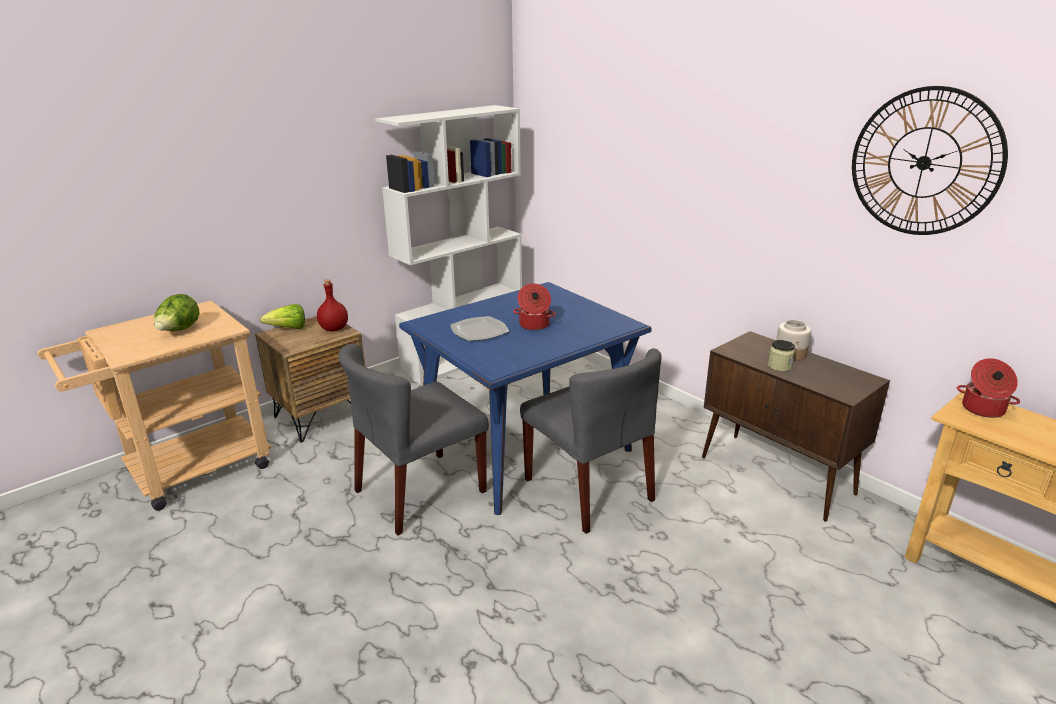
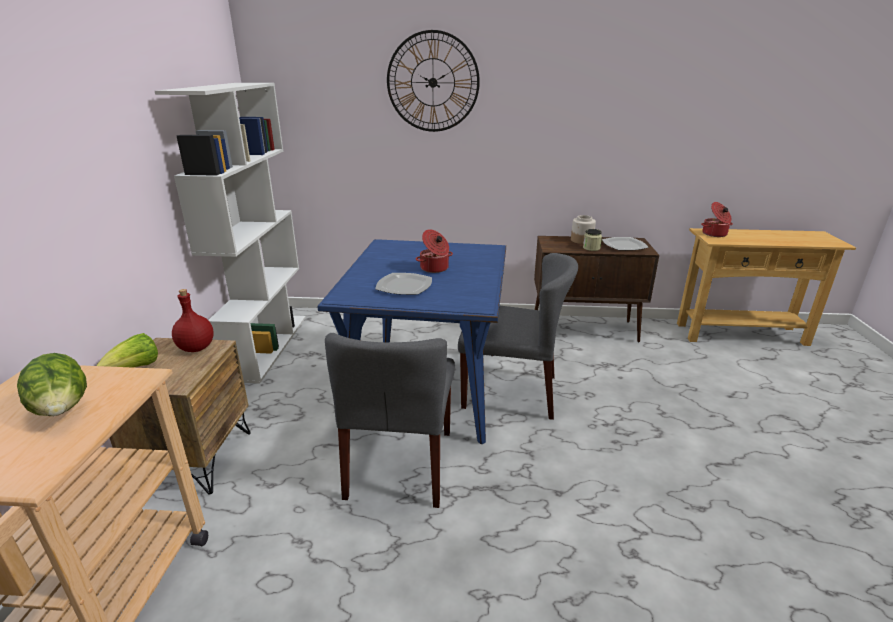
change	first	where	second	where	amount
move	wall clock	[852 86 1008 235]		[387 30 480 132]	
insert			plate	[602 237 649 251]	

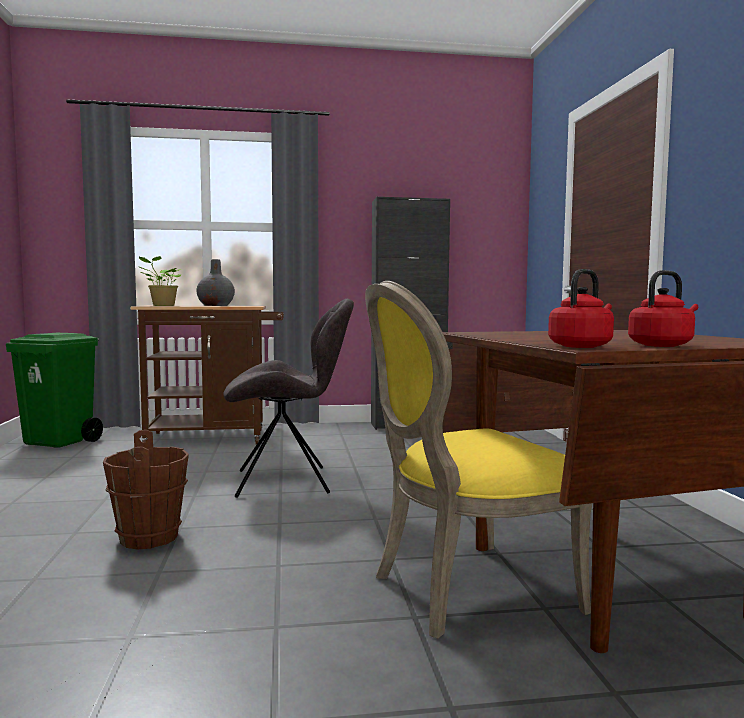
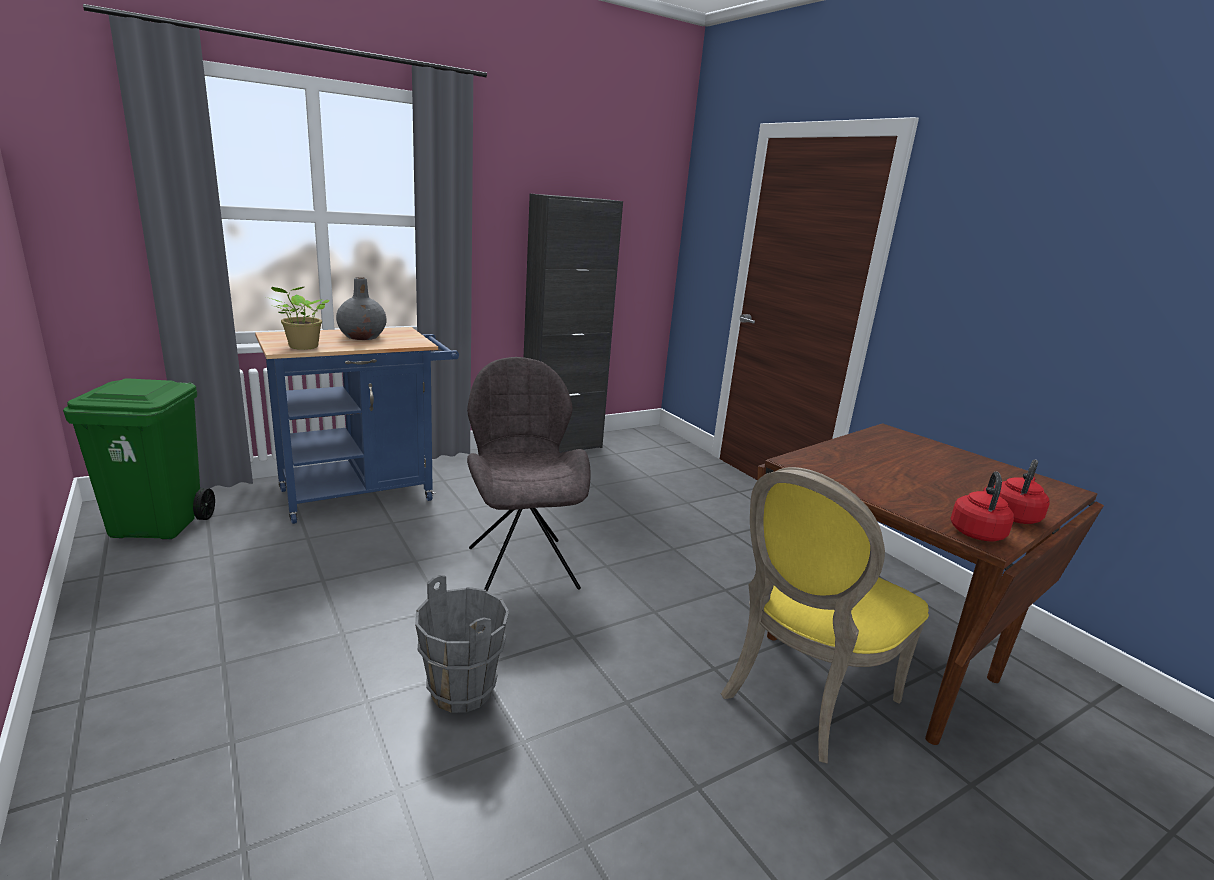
change	first	where	second	where	amount
recolor	brown bucket	[103 430 189 550]	grey bucket	[415 575 509 713]	
recolor	brown cart	[130 305 284 445]	blue cart	[255 327 459 524]	
rotate	grey chair	[223 299 354 498]		[467 357 591 591]	75 degrees counterclockwise

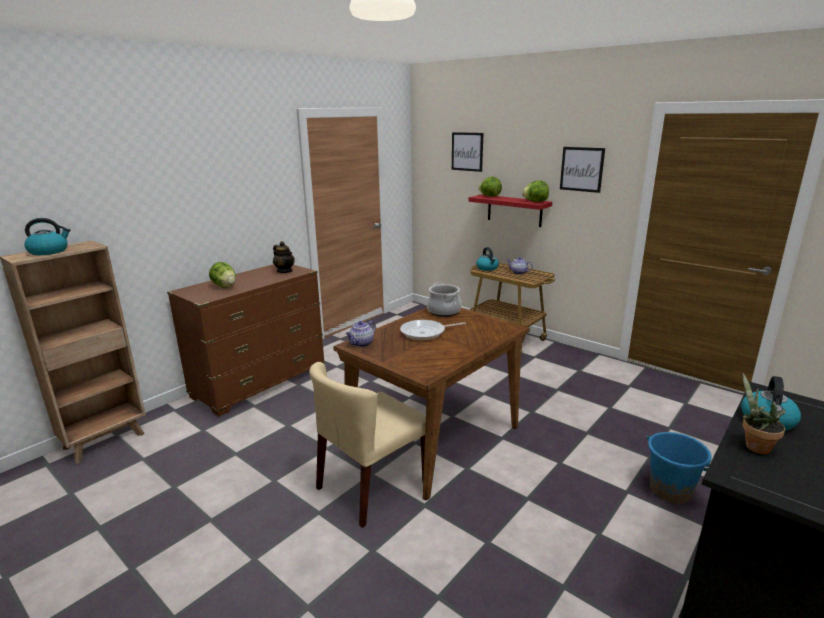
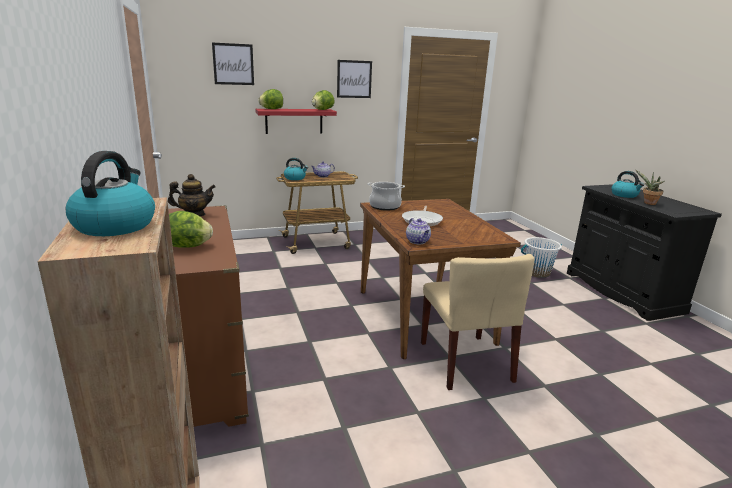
change	first	where	second	where	amount
recolor	blue bucket	[647 432 712 504]	white bucket	[521 237 562 278]	

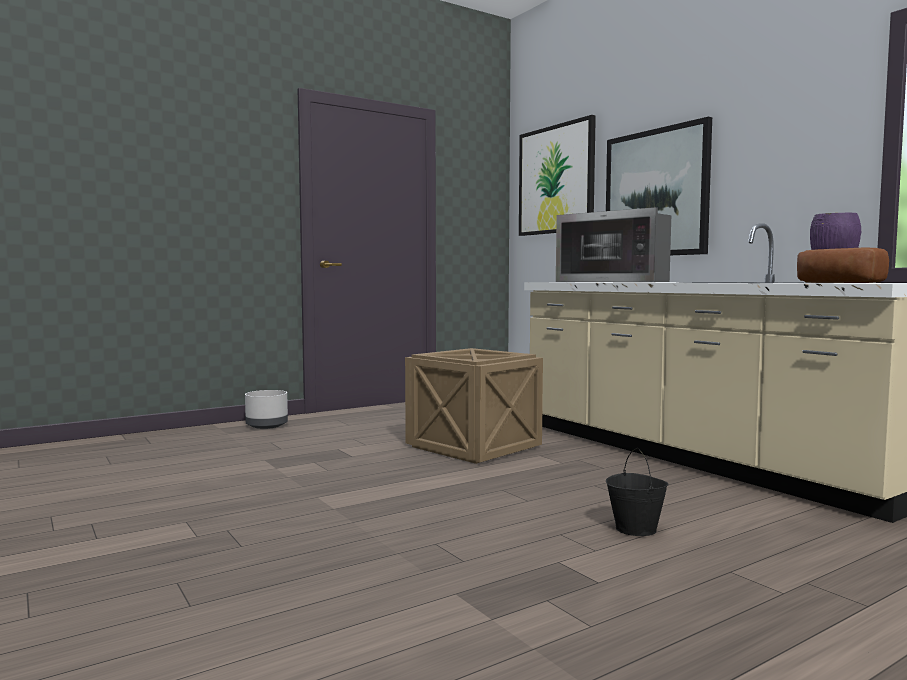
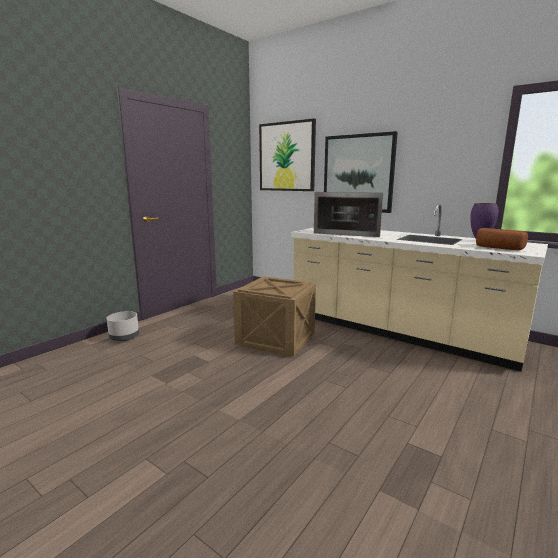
change	first	where	second	where	amount
delete	black bucket	[606 448 669 536]			

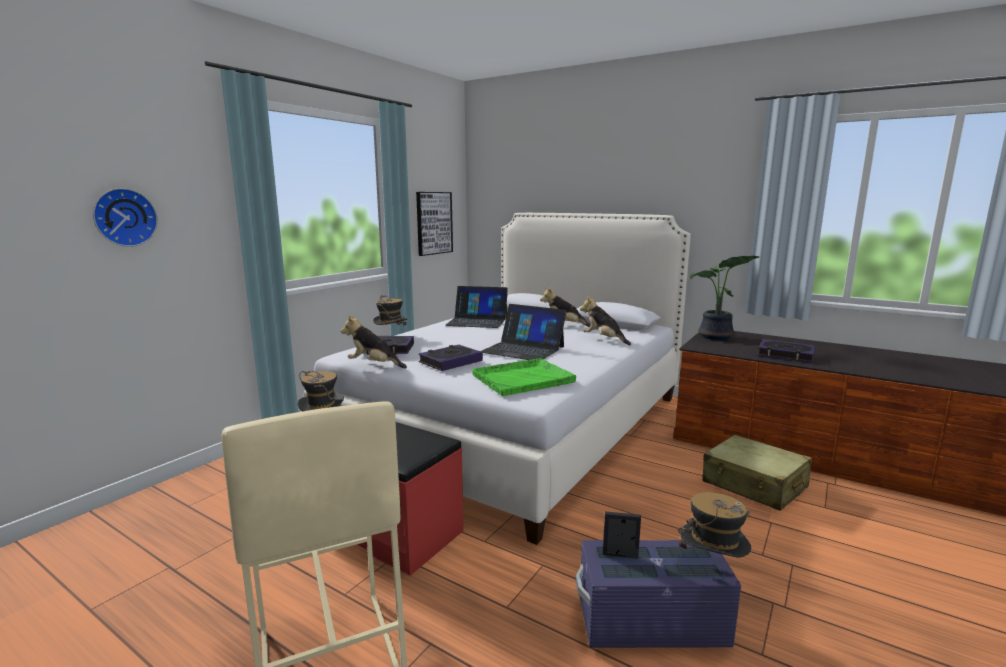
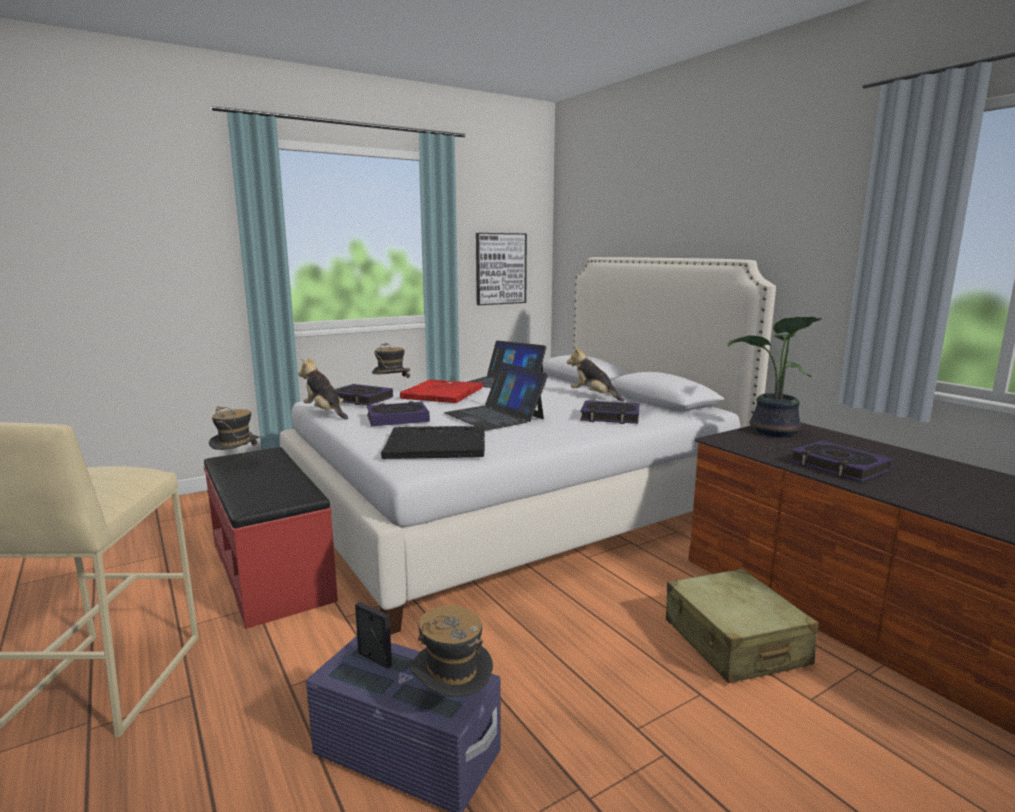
change	first	where	second	where	amount
delete	wall clock	[93 188 158 247]			
recolor	green tray	[472 358 576 396]	black tray	[381 426 485 459]	
replace	plush toy	[580 296 631 345]	book	[580 400 640 424]	
insert			red tray	[400 379 483 403]	

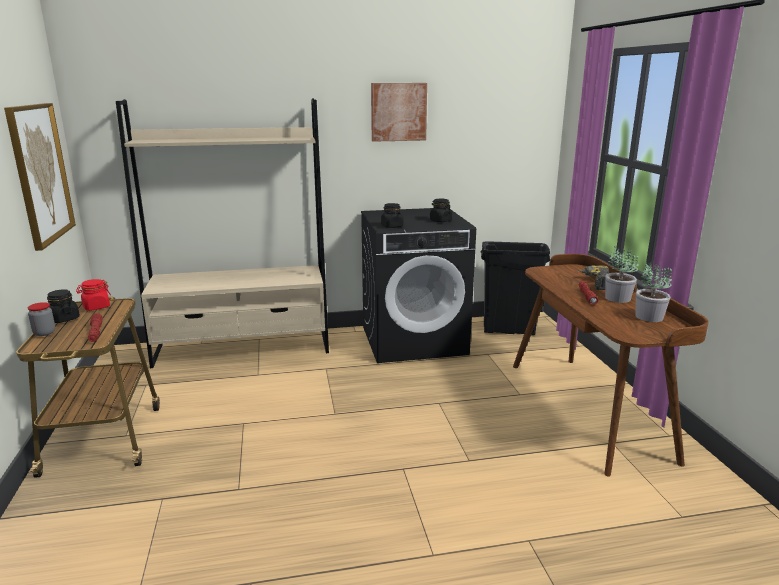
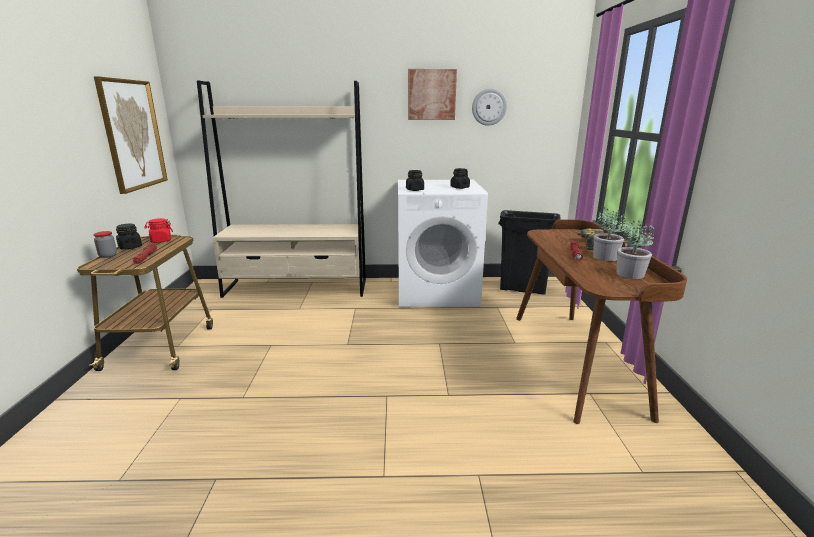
change	first	where	second	where	amount
recolor	black washing machine	[361 208 476 363]	white washing machine	[398 180 488 307]	
insert			wall clock	[472 88 507 126]	

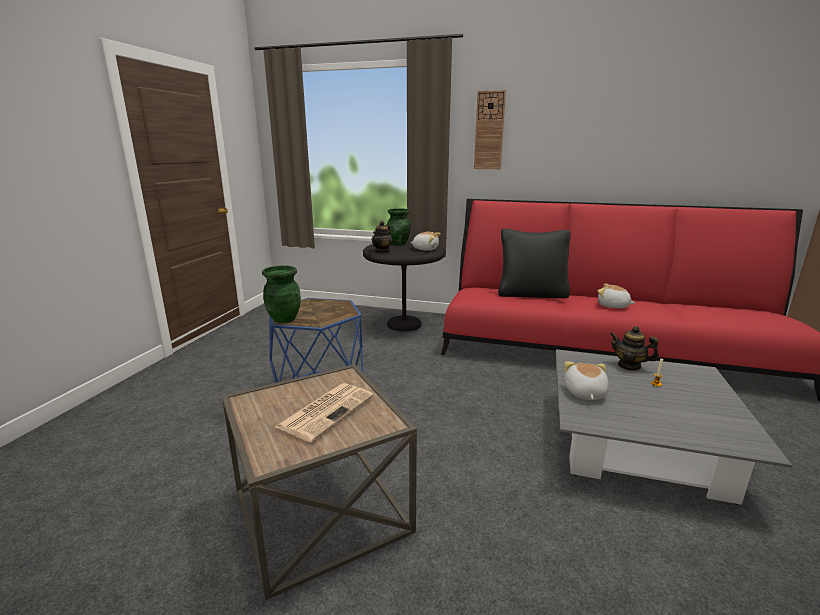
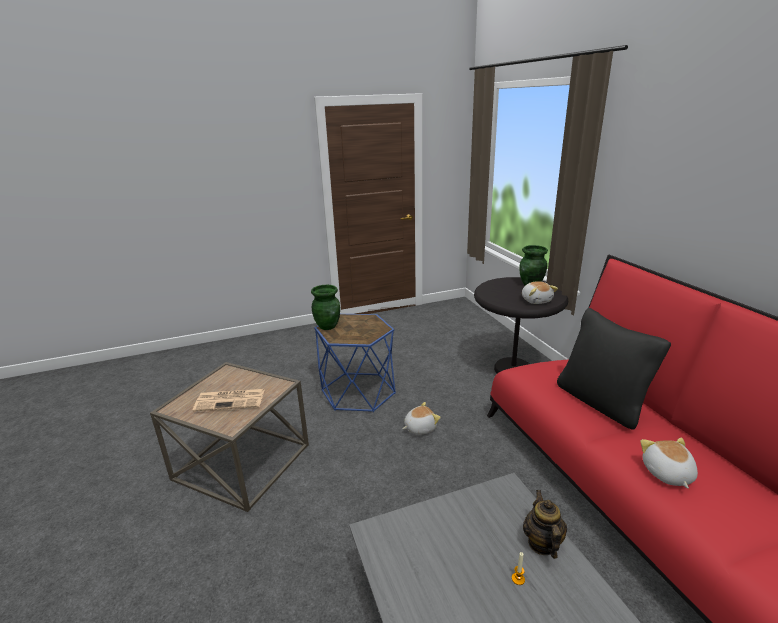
change	first	where	second	where	amount
delete	teapot	[372 221 393 253]			
delete	wall clock	[474 90 506 169]			
move	plush toy	[564 361 609 400]		[403 402 441 435]	

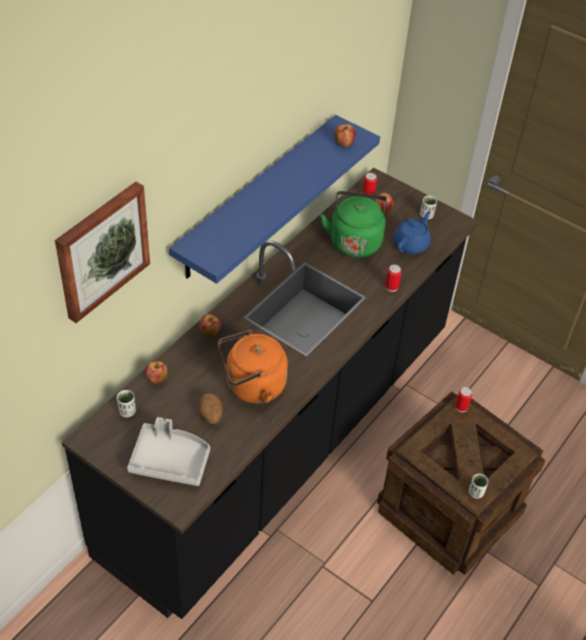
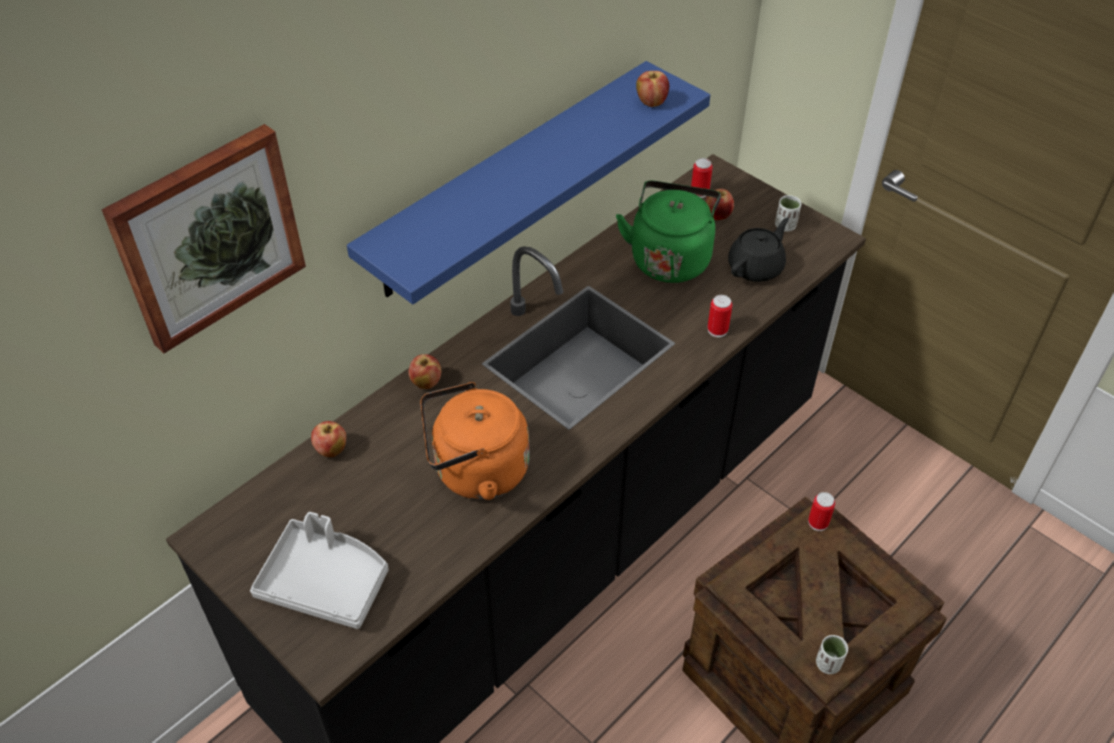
change	first	where	second	where	amount
delete	white cup	[117 390 136 417]			
delete	potato	[199 393 223 424]			
recolor	blue teapot	[393 211 431 254]	black teapot	[728 218 789 282]	

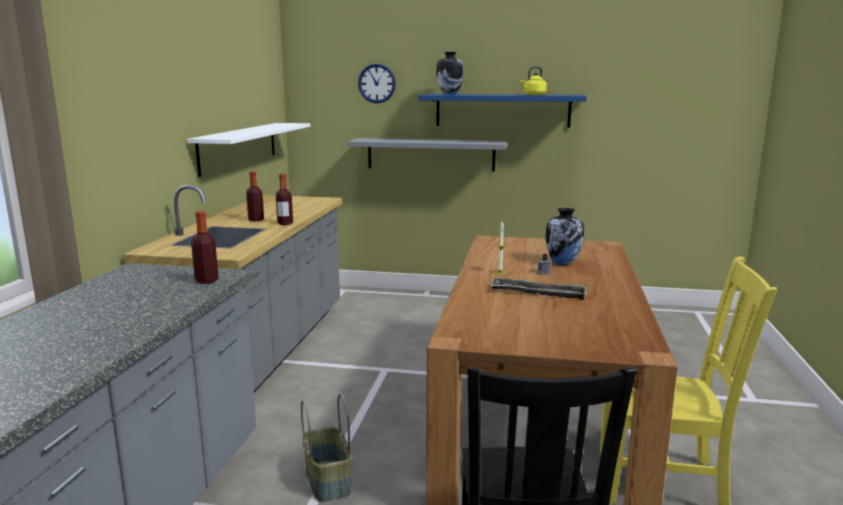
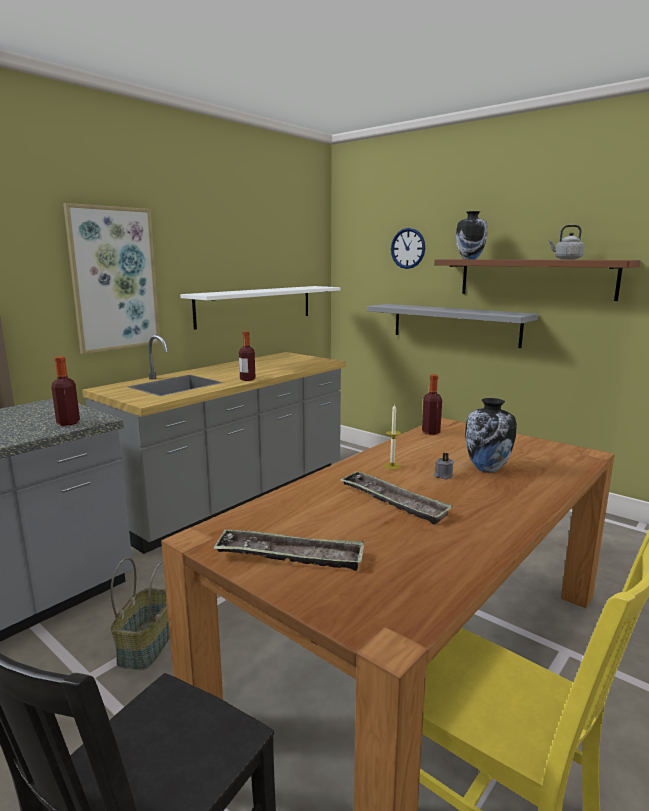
change	first	where	second	where	amount
move	bottle	[246 171 264 221]		[422 374 442 435]	
recolor	blue shelf	[419 94 587 128]	brown shelf	[434 259 641 301]	
recolor	yellow kettle	[520 66 547 95]	grey kettle	[548 225 585 260]	
insert			picture	[63 203 160 354]	
insert			tray	[213 530 365 571]	

